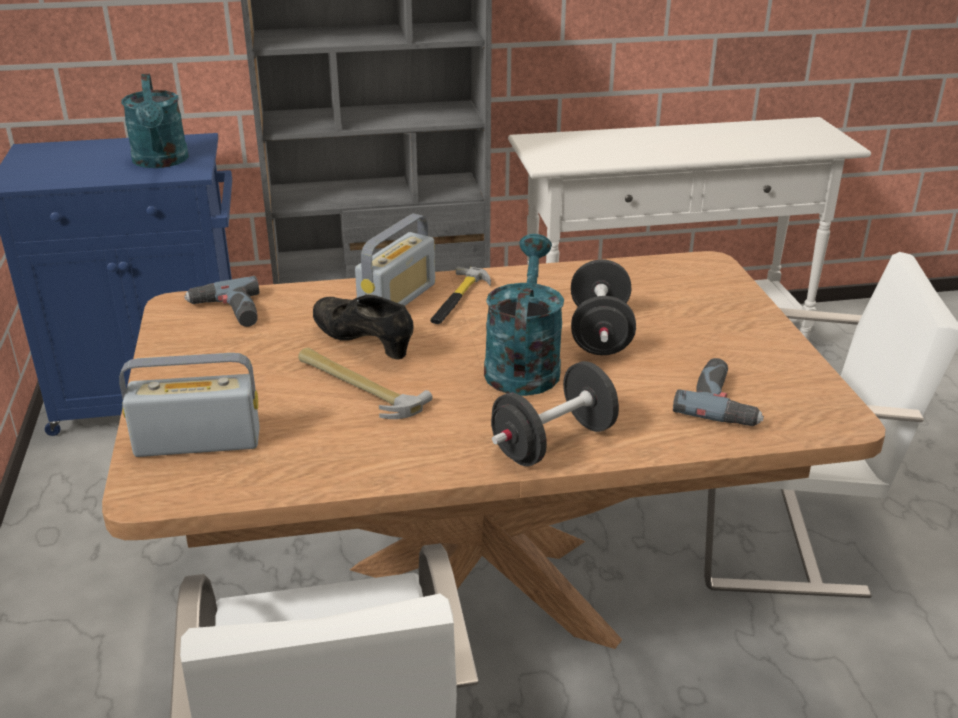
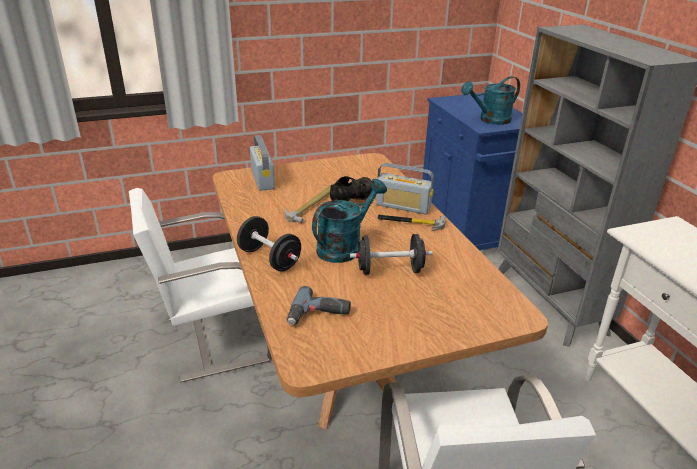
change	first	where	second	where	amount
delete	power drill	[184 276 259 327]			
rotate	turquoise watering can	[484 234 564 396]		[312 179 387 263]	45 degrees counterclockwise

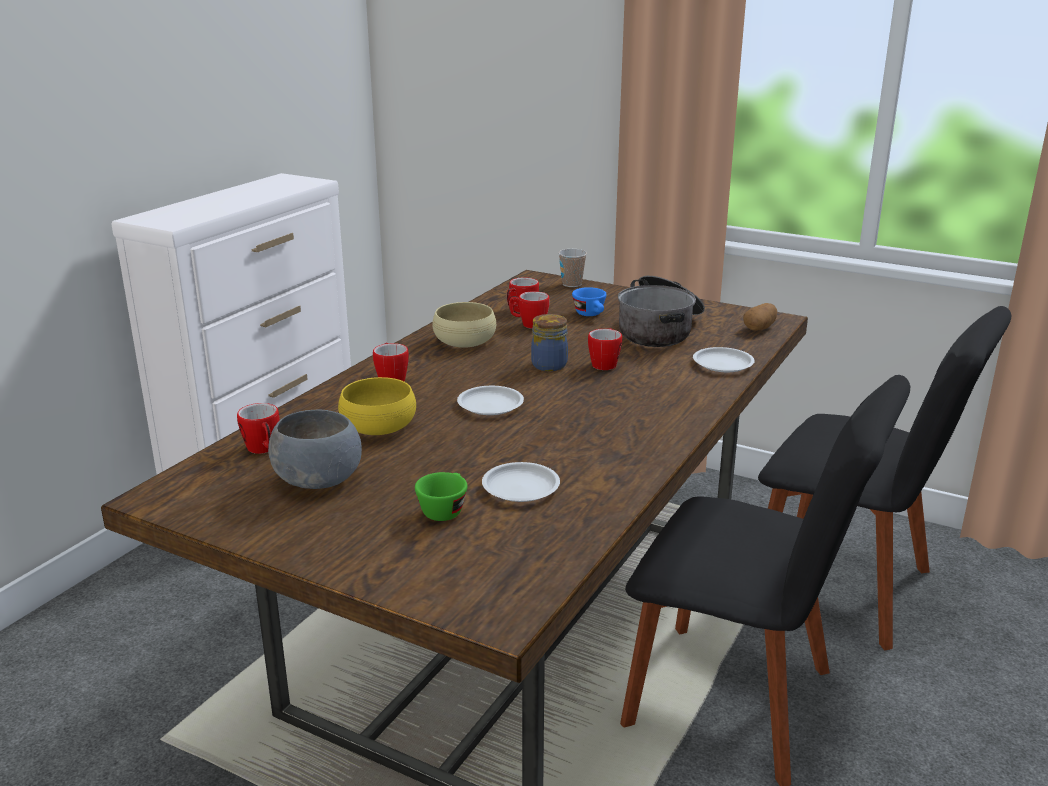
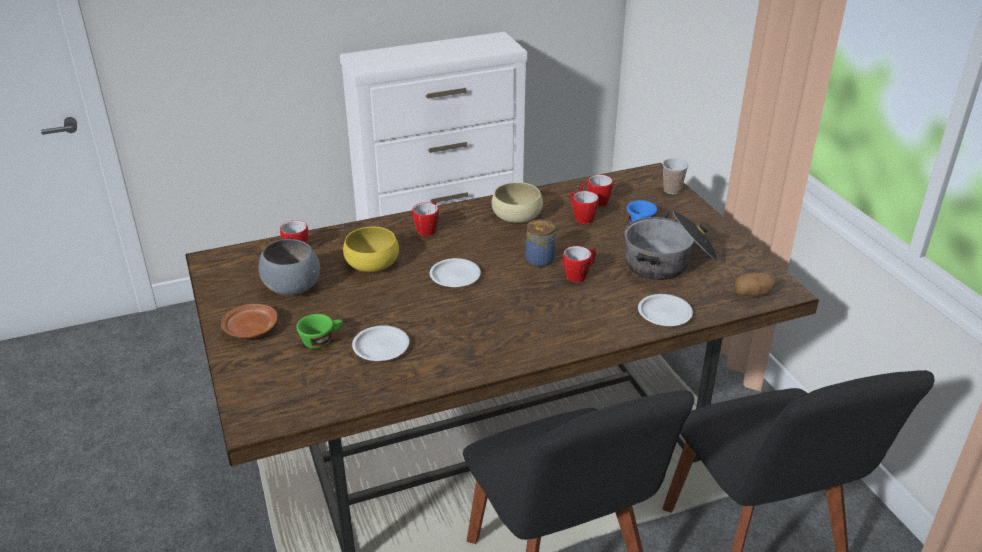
change	first	where	second	where	amount
insert			brown plate	[221 304 278 338]	

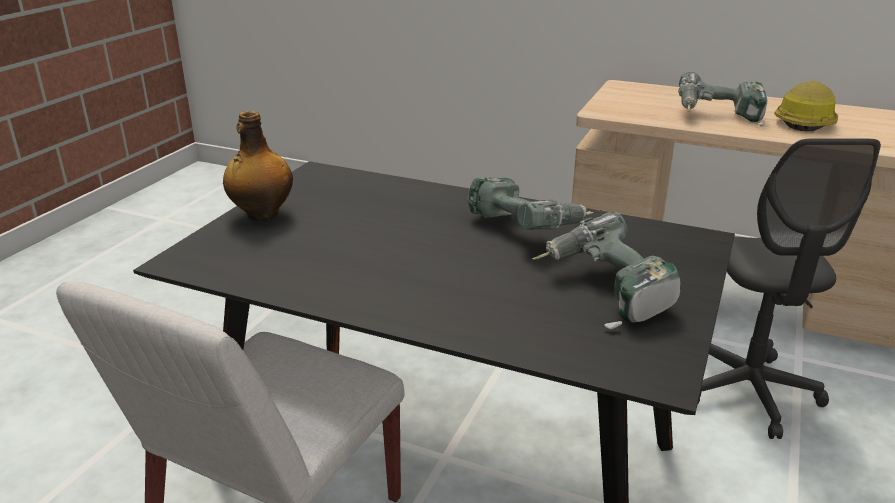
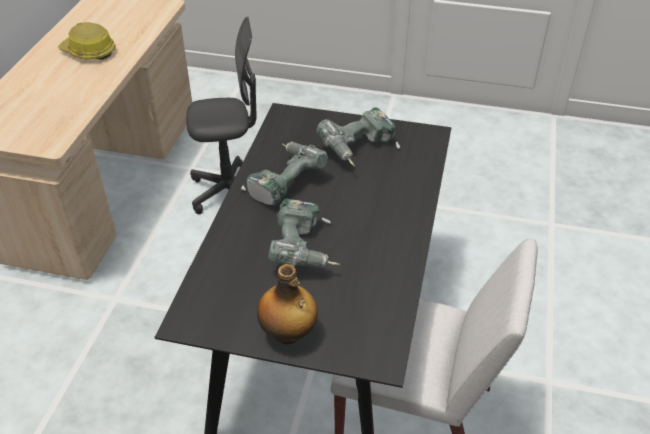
change	first	where	second	where	amount
move	power drill	[678 72 767 126]		[268 199 340 268]	

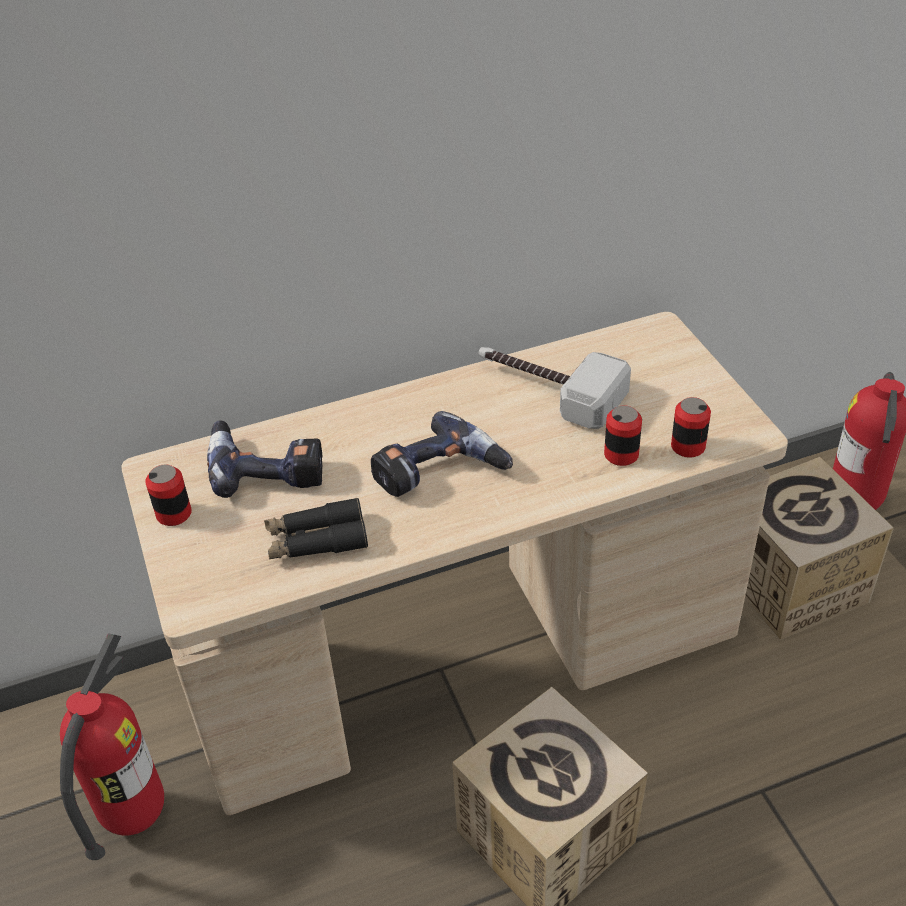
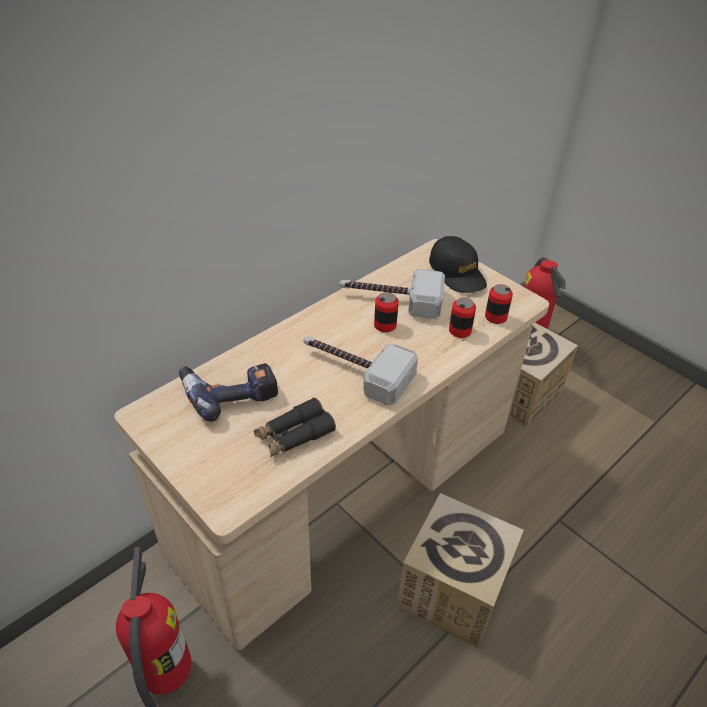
change	first	where	second	where	amount
move	can	[145 465 192 526]		[374 292 399 333]	
replace	power drill	[371 411 513 497]	hammer	[303 336 418 404]	
insert			black cap	[429 236 487 293]	

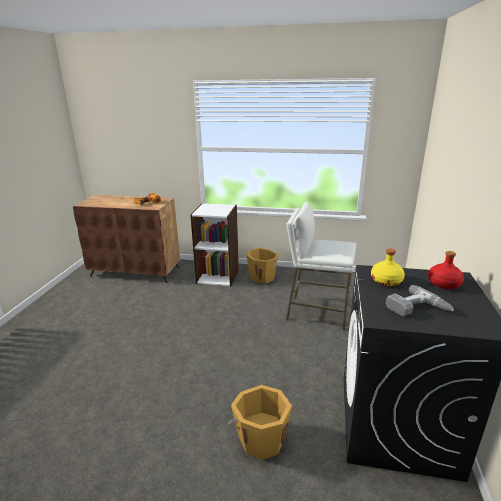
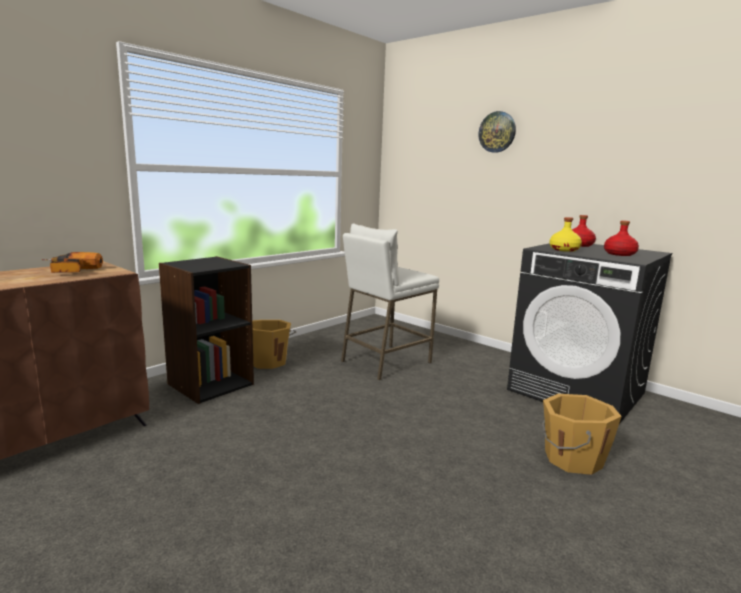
change	first	where	second	where	amount
recolor	white bookcase	[190 203 239 287]	black bookcase	[159 256 254 404]	
replace	power drill	[386 285 454 317]	red bottle	[604 220 639 256]	
insert			wall clock	[479 111 516 153]	

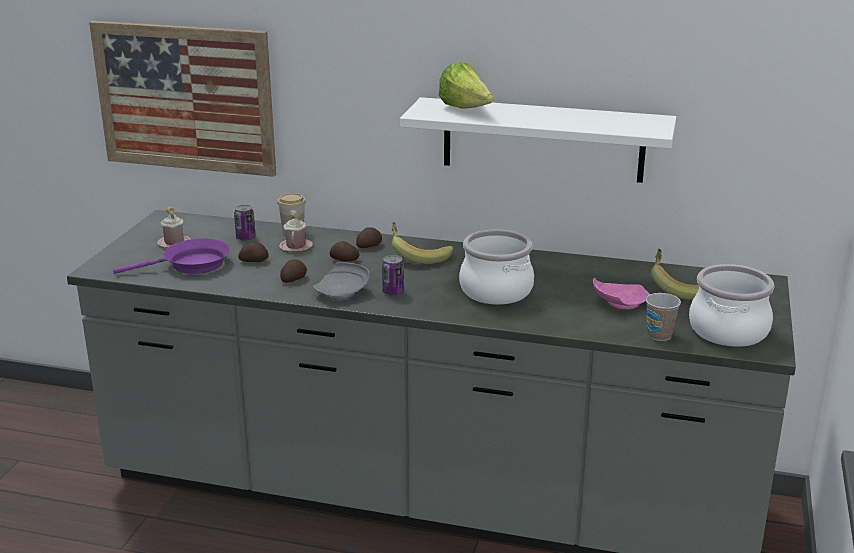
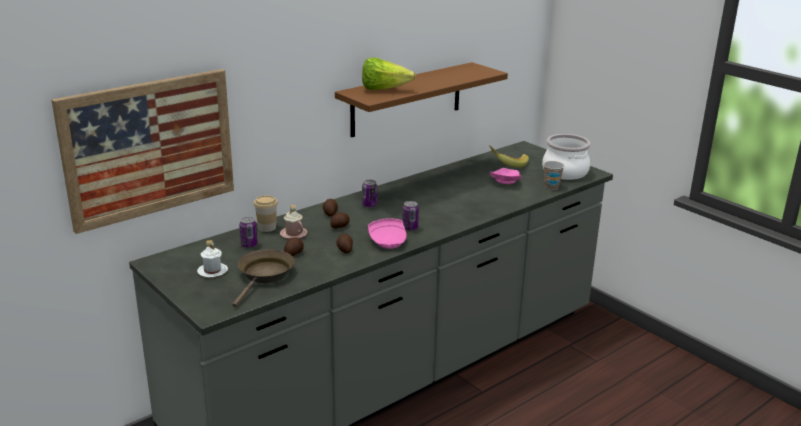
change	first	where	second	where	amount
recolor	purple frying pan	[113 238 230 274]	brown frying pan	[232 249 295 307]	
recolor	pink mug	[157 207 191 248]	white mug	[197 240 228 277]	
recolor	grey plate	[313 262 370 301]	pink plate	[368 218 407 249]	
replace	banana	[392 222 453 264]	can	[362 180 377 208]	
recolor	white shelf	[400 97 677 183]	brown shelf	[335 62 508 137]	
delete	cooking pot	[459 229 534 305]			

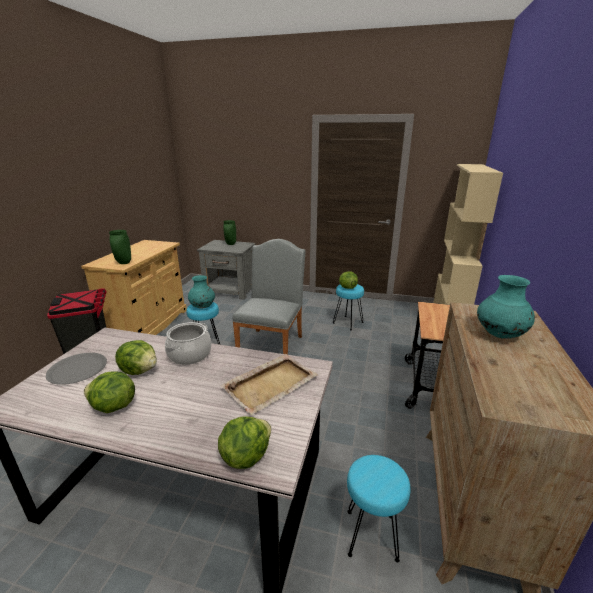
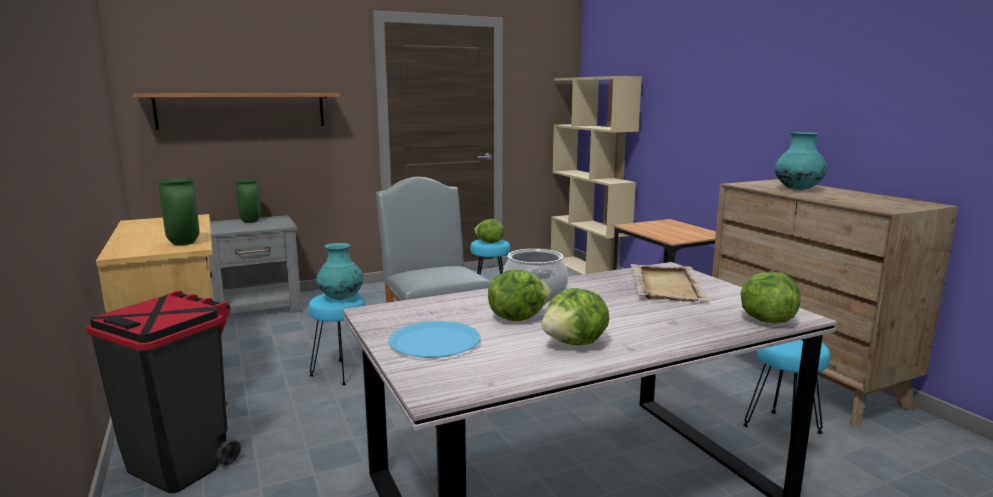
change	first	where	second	where	amount
recolor	grey plate	[46 353 107 385]	blue plate	[388 321 481 358]	
insert			shelf	[133 93 340 130]	

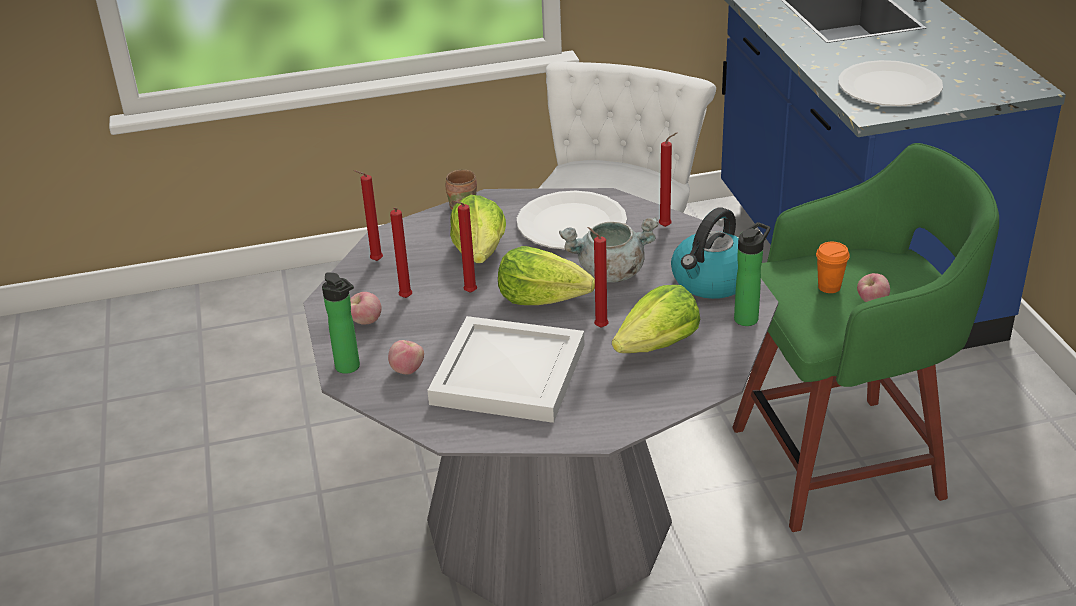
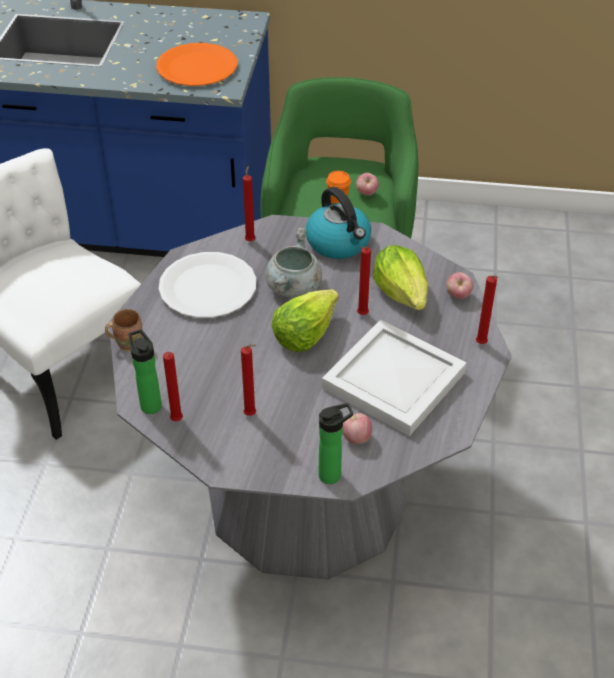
change	first	where	second	where	amount
move	apple	[350 292 382 324]		[446 272 473 299]	
delete	lettuce	[450 195 506 263]			
move	red candle	[453 201 477 293]		[476 276 498 344]	
move	bottle	[734 222 771 326]		[128 329 162 414]	
recolor	white plate	[839 60 943 106]	orange plate	[156 43 237 86]	

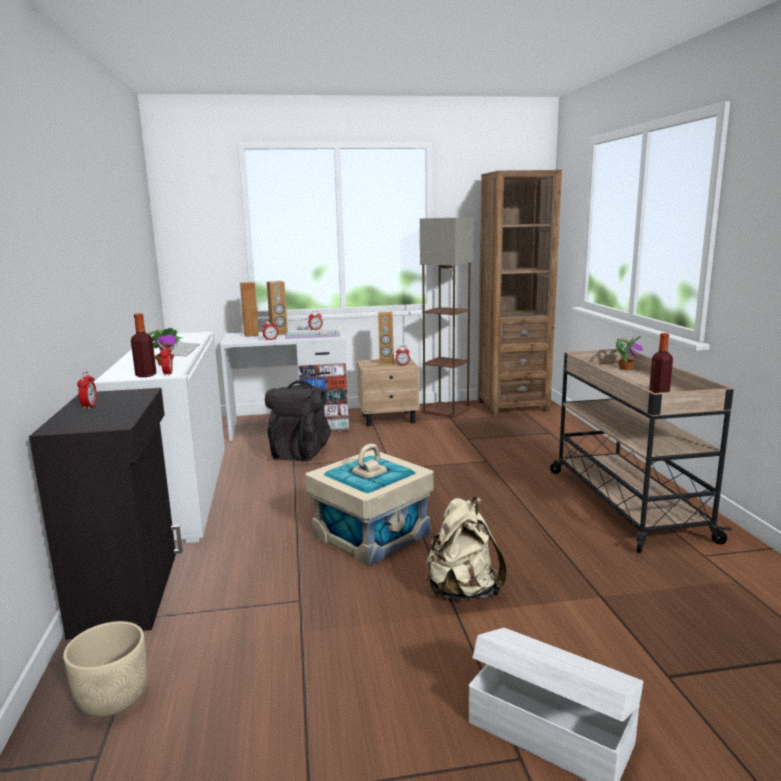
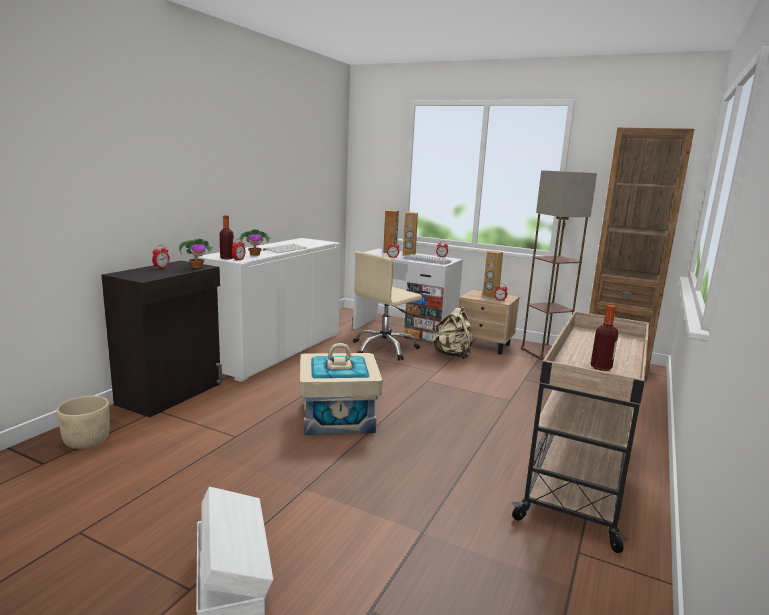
change	first	where	second	where	amount
replace	black backpack	[265 380 331 461]	beige office chair	[353 251 422 361]	
move	beige backpack	[426 497 507 600]		[433 307 473 359]	
move	potted plant	[616 336 643 370]		[178 238 213 268]	

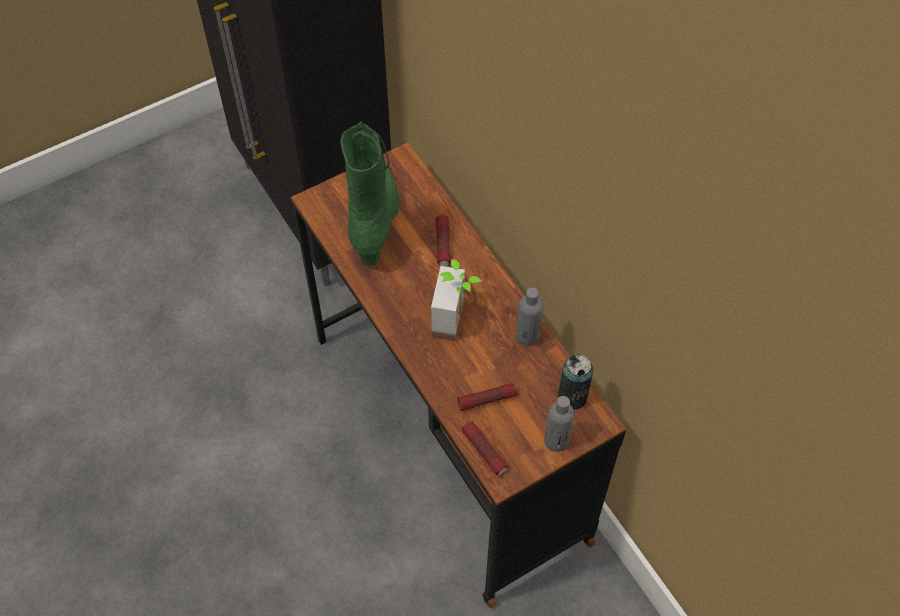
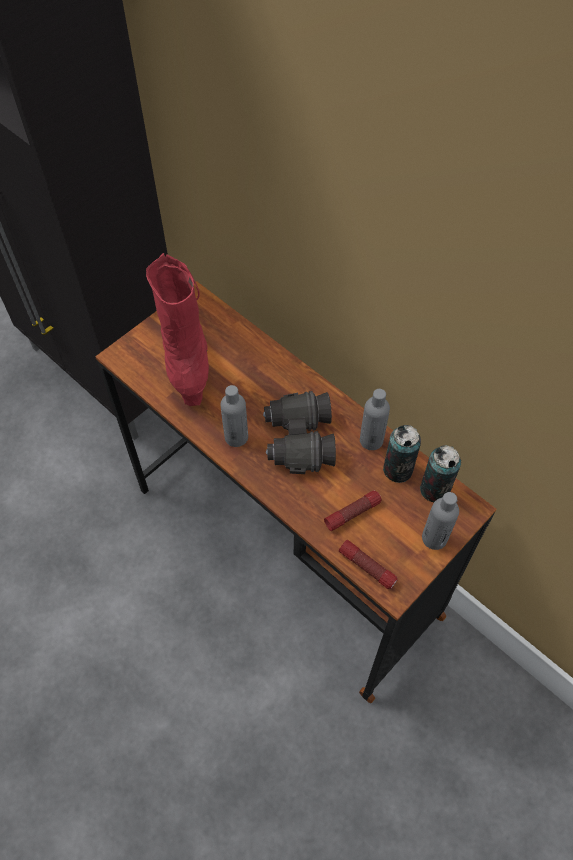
change	first	where	second	where	amount
recolor	green boot	[340 121 399 266]	red boot	[146 253 209 406]	
replace	potted plant	[431 259 482 341]	black binoculars	[263 391 336 474]	
delete	flashlight	[436 215 451 266]			
insert			grey bottle	[220 385 248 447]	
insert			can	[383 425 421 483]	

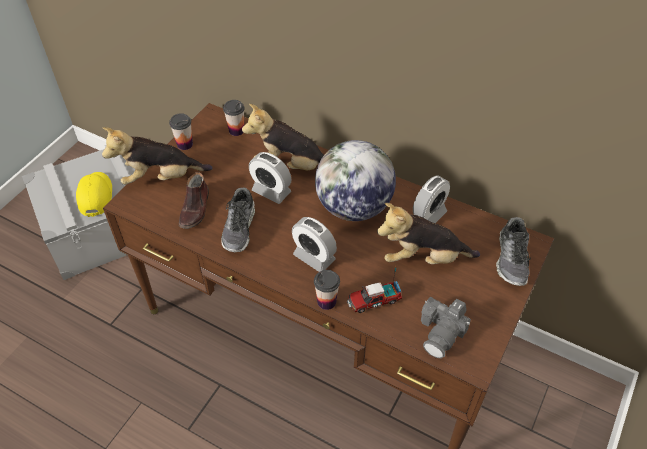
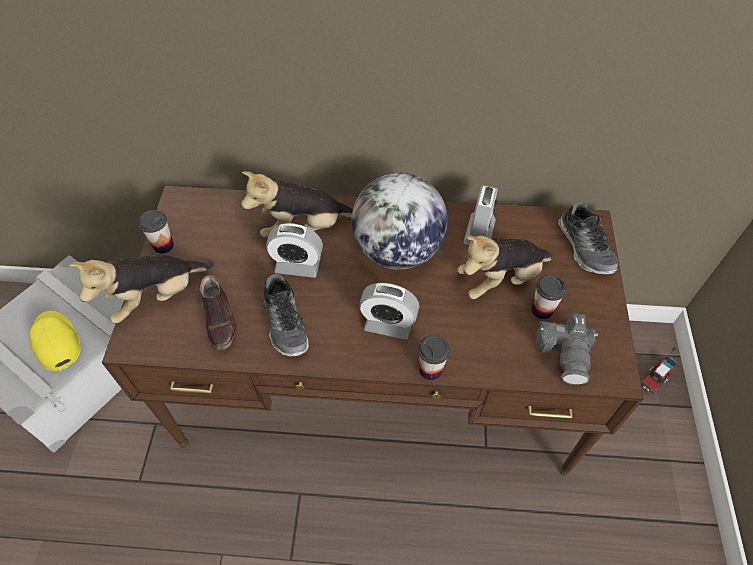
change	first	where	second	where	amount
move	cup	[223 100 245 136]		[532 275 567 319]	
move	toy truck	[347 266 402 313]		[640 347 677 393]	

